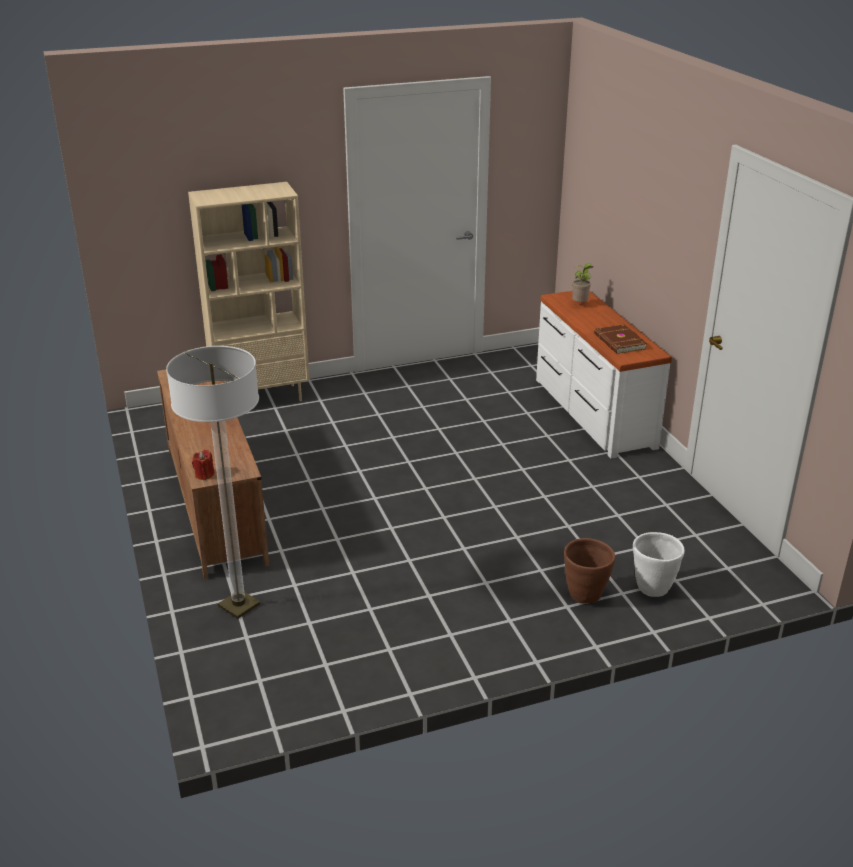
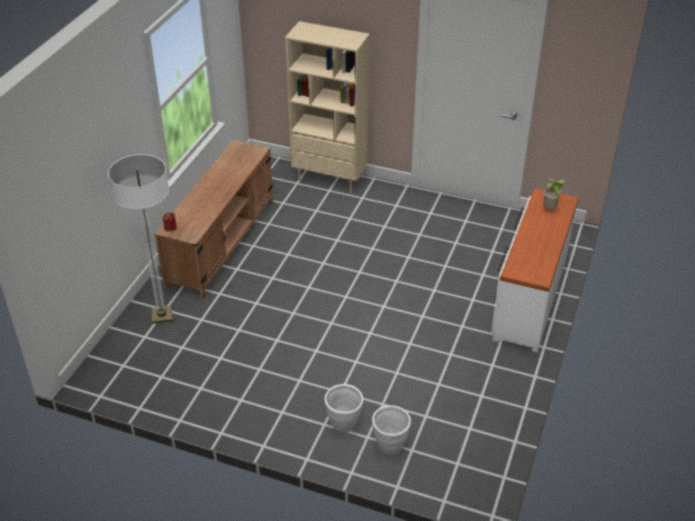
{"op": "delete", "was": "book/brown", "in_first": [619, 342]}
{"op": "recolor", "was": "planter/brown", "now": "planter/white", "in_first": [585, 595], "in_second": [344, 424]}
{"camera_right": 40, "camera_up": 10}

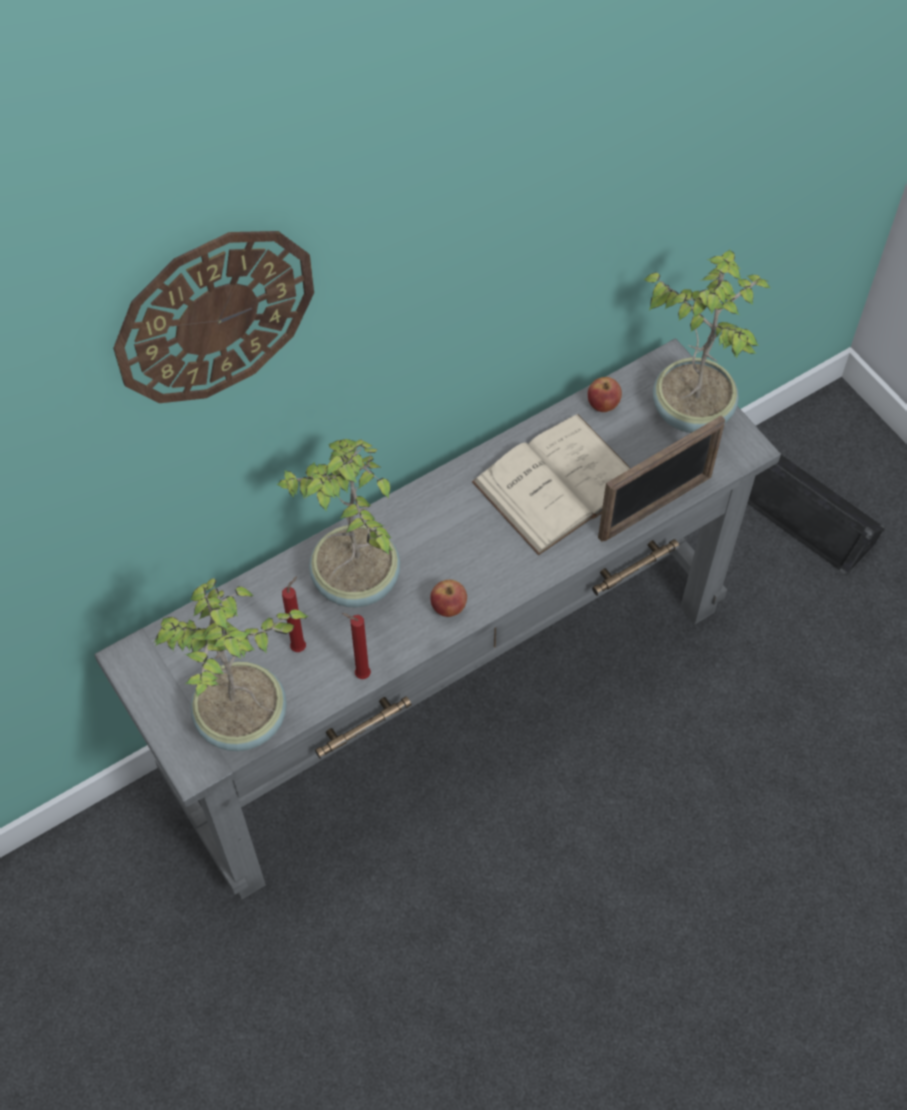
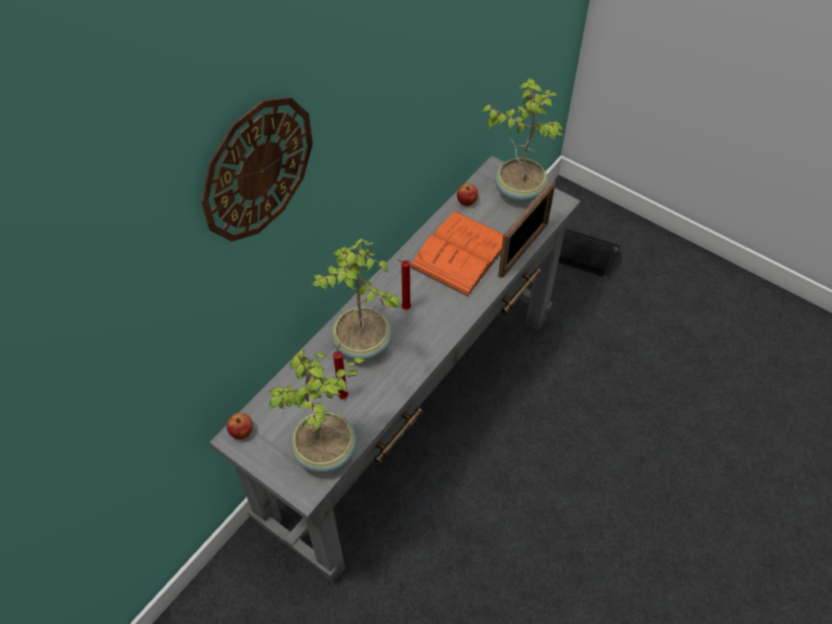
{"op": "move", "was": "candle/red", "in_first": [360, 674], "in_second": [404, 308]}
{"op": "move", "was": "apple", "in_first": [449, 607], "in_second": [242, 432]}
{"op": "recolor", "was": "book/beige", "now": "book/orange", "in_first": [558, 483], "in_second": [461, 252]}
{"camera_right": -20, "camera_up": -5}

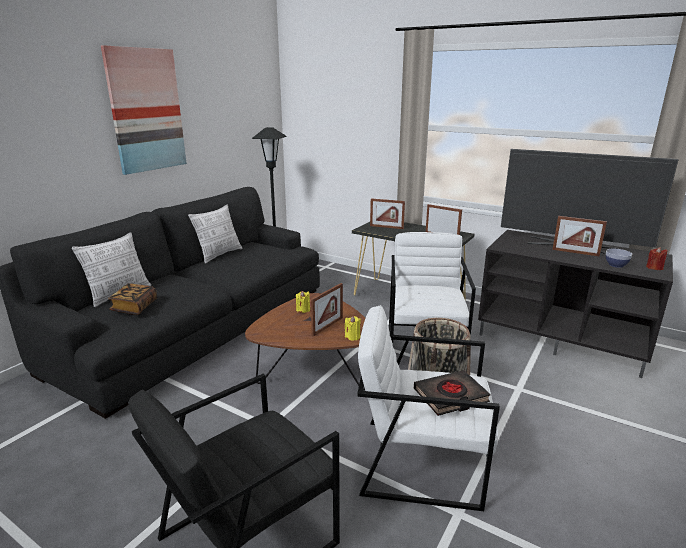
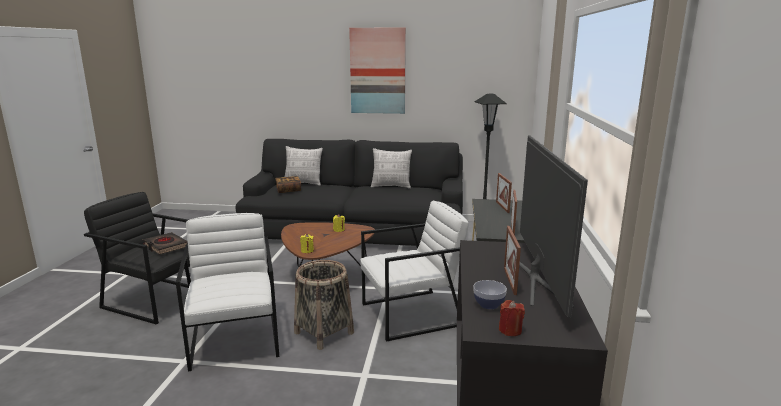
{"op": "delete", "was": "picture frame", "in_first": [327, 326]}
{"op": "move", "was": "book/black", "in_first": [451, 396], "in_second": [166, 246]}
{"camera_right": 65, "camera_up": -5}

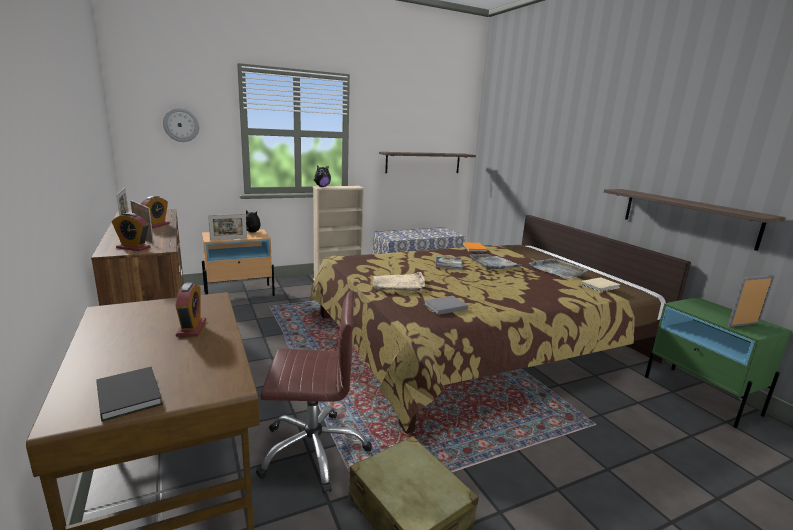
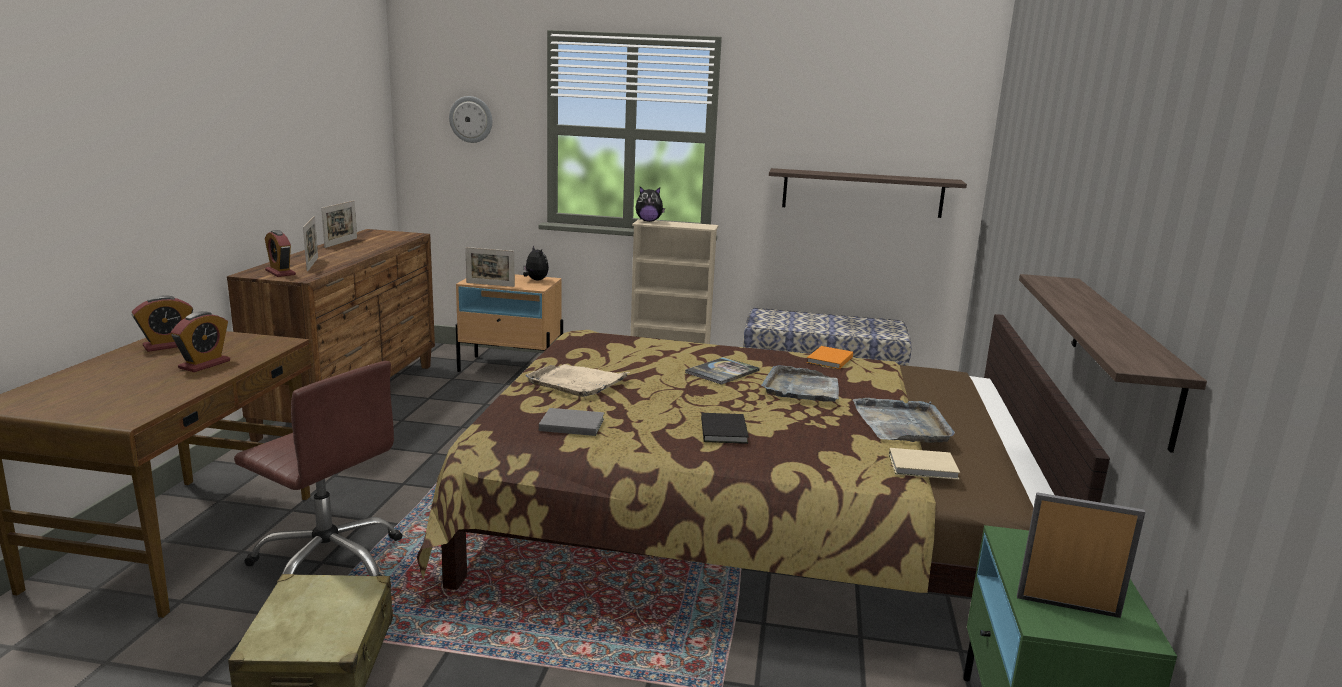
{"op": "move", "was": "book/black", "in_first": [130, 394], "in_second": [724, 430]}
{"op": "move", "was": "alarm clock", "in_first": [156, 225], "in_second": [167, 345]}
{"camera_right": 35, "camera_up": 0}

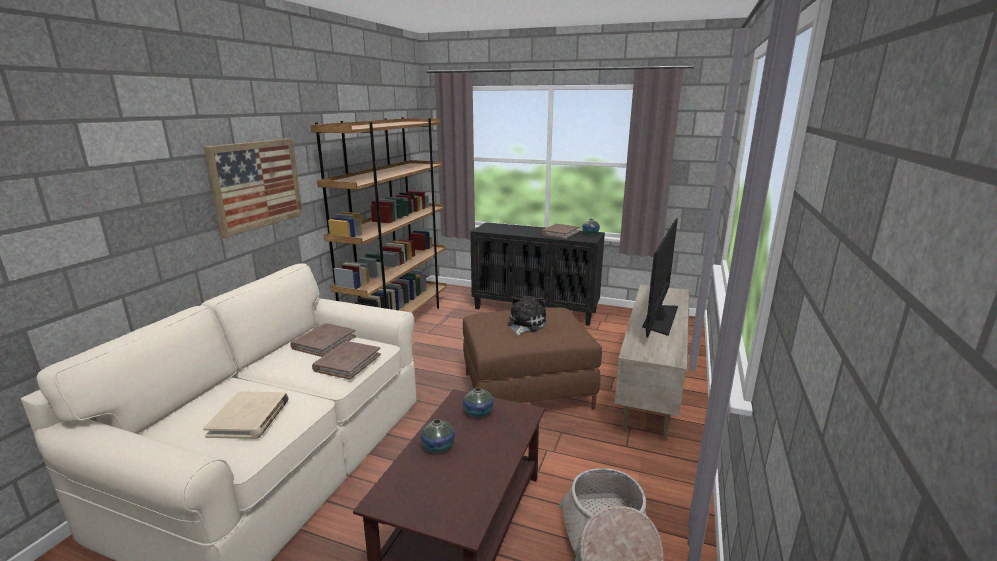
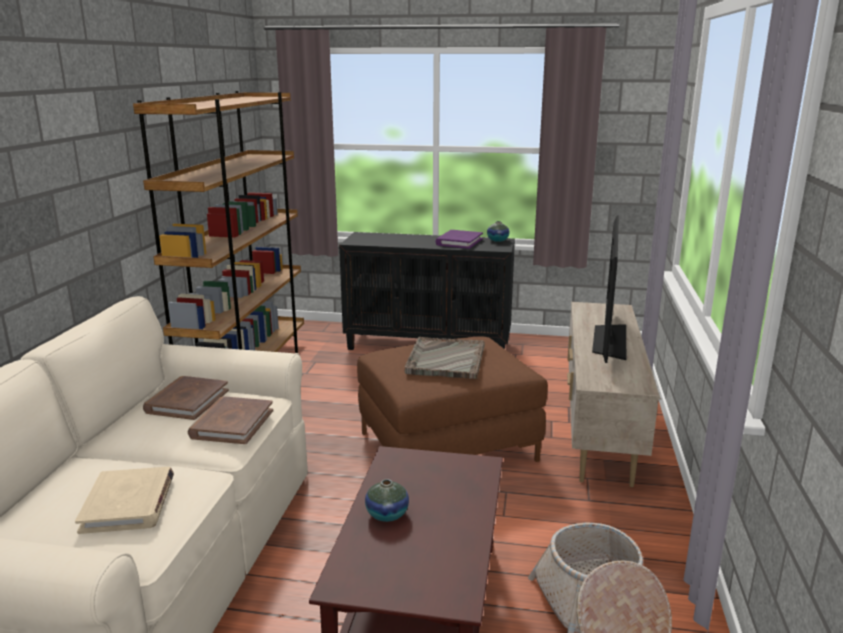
{"op": "delete", "was": "picture", "in_first": [257, 184]}
{"op": "delete", "was": "vase", "in_first": [478, 412]}
{"op": "replace", "was": "plush toy", "now": "tray/grey", "in_first": [525, 324], "in_second": [445, 360]}
{"op": "recolor", "was": "book/brown", "now": "book/purple", "in_first": [560, 233], "in_second": [459, 242]}
{"camera_right": -10, "camera_up": 0}

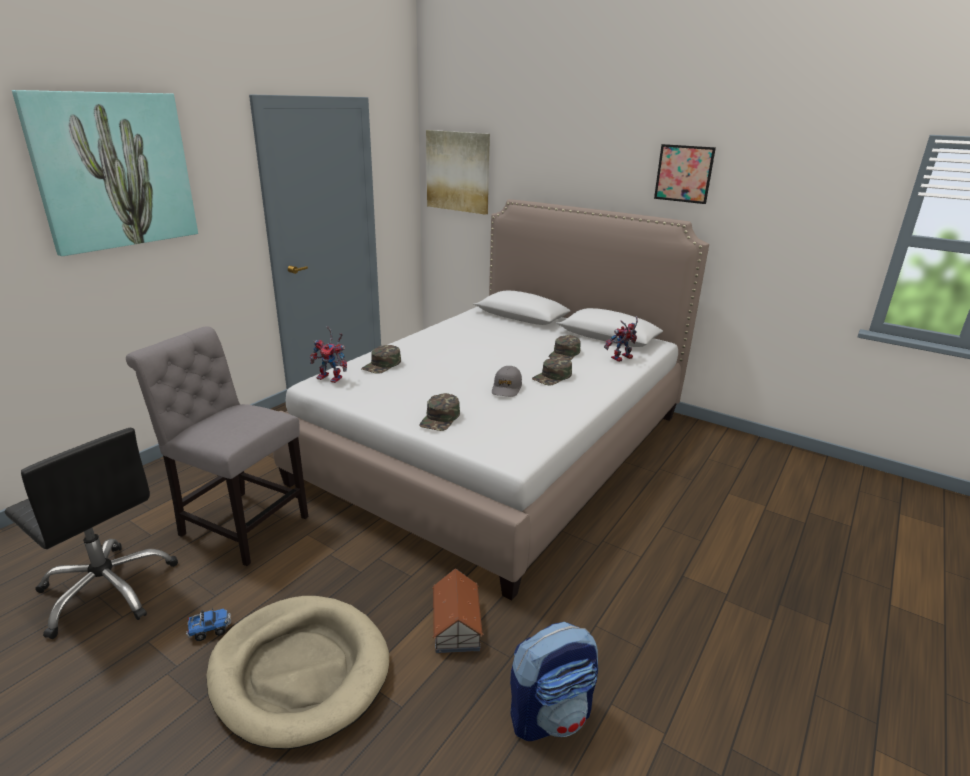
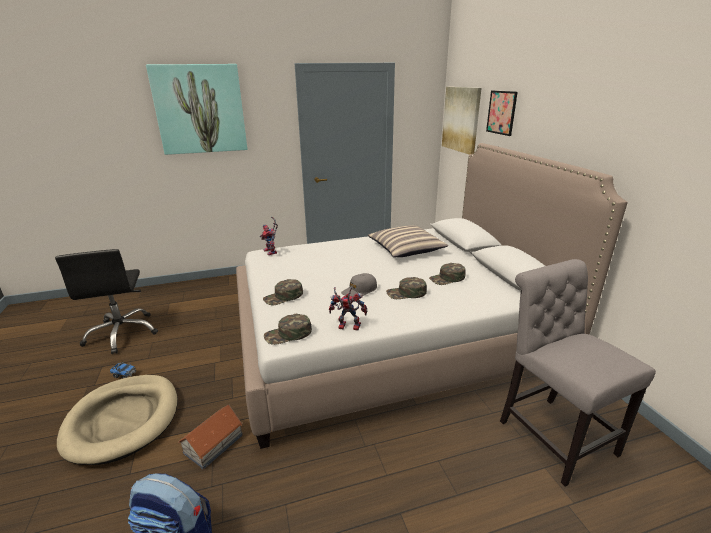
{"op": "insert", "now": "pillow", "in_second": [406, 249]}
{"op": "move", "was": "chair/grey", "in_first": [239, 524], "in_second": [552, 433]}
{"op": "move", "was": "cap/green", "in_first": [382, 365], "in_second": [288, 334]}
{"op": "move", "was": "toy robot", "in_first": [621, 359], "in_second": [347, 327]}
{"op": "move", "was": "picture", "in_first": [684, 173], "in_second": [501, 112]}
{"camera_right": 40, "camera_up": 0}

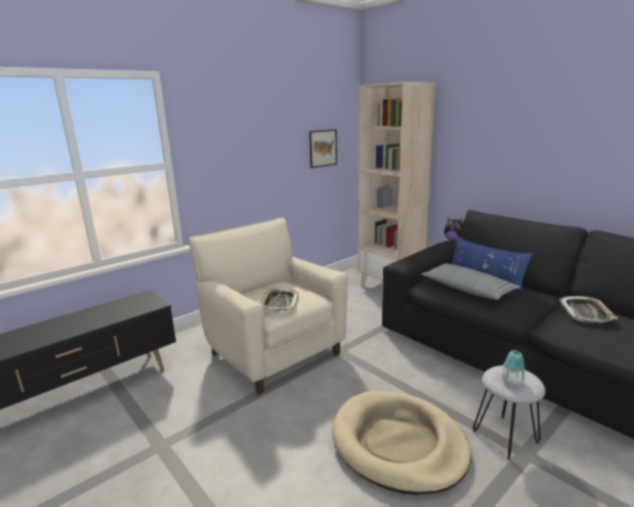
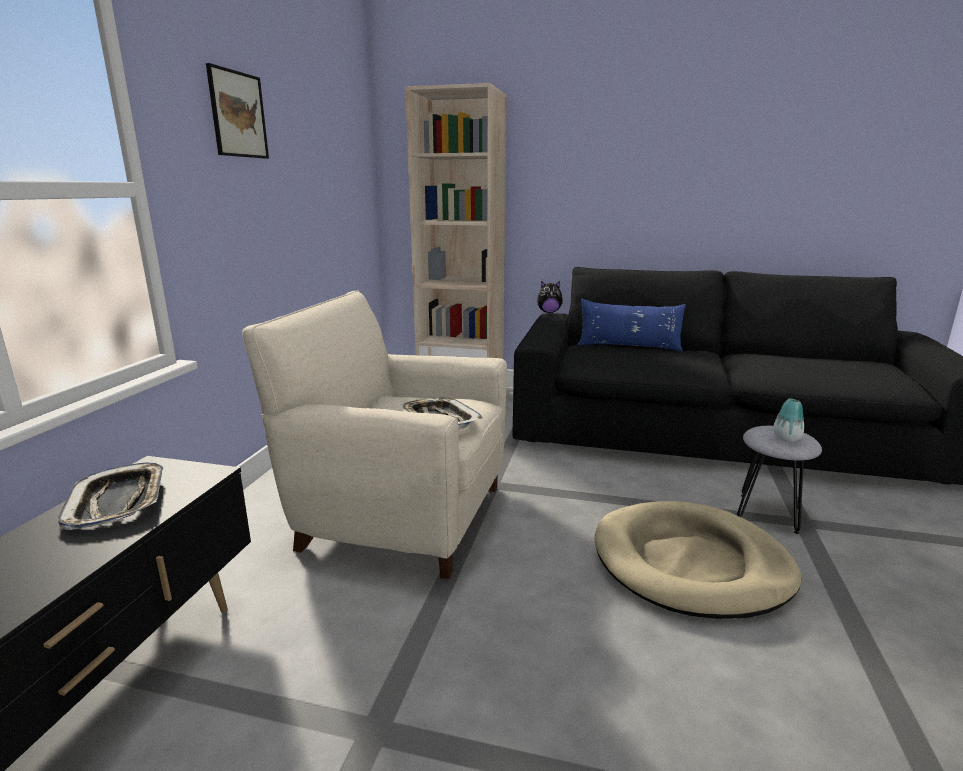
{"op": "delete", "was": "pillow", "in_first": [467, 289]}
{"op": "move", "was": "picture", "in_first": [323, 148], "in_second": [238, 114]}
{"op": "move", "was": "tray", "in_first": [586, 313], "in_second": [118, 502]}
{"camera_right": -35, "camera_up": 0}

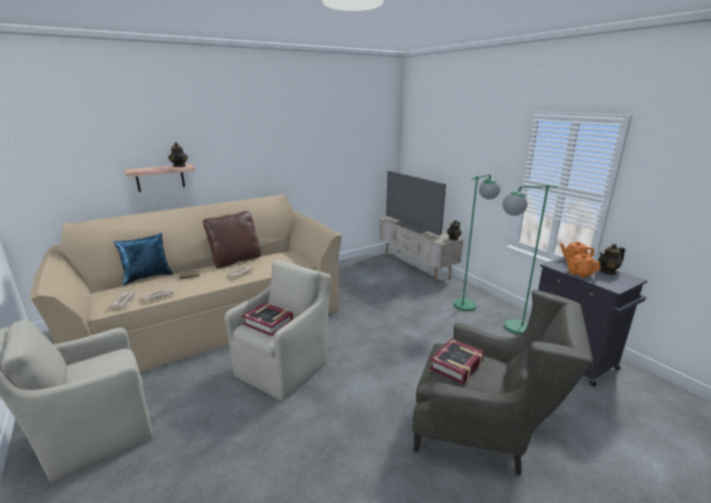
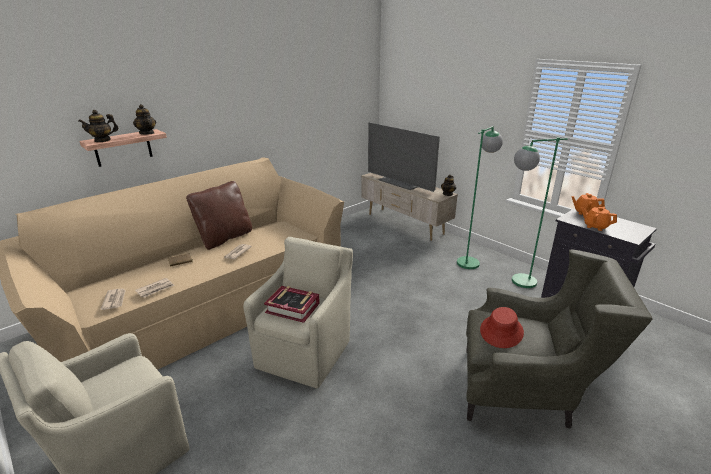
{"op": "delete", "was": "pillow/blue", "in_first": [148, 277]}
{"op": "move", "was": "teapot", "in_first": [607, 271], "in_second": [102, 140]}
{"op": "replace", "was": "book", "now": "hat/red", "in_first": [456, 365], "in_second": [501, 331]}
{"camera_right": -10, "camera_up": 5}

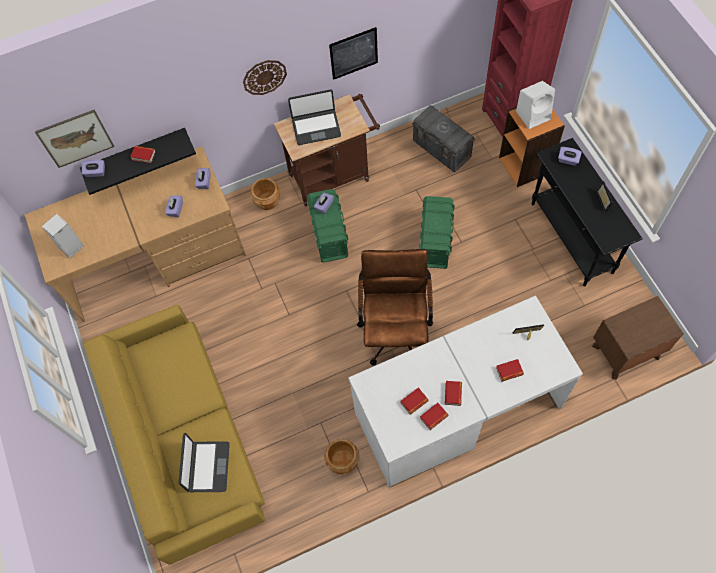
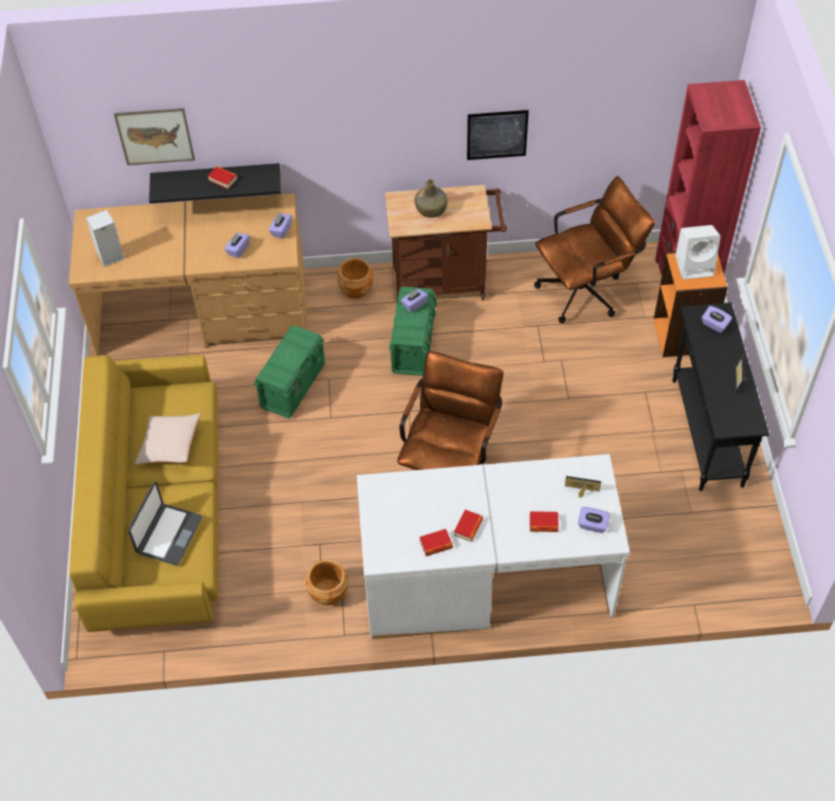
{"op": "delete", "was": "wall clock", "in_first": [264, 77]}
{"op": "delete", "was": "book", "in_first": [414, 402]}
{"op": "delete", "was": "nightstand/brown", "in_first": [625, 351]}
{"op": "insert", "now": "pillow/beige", "in_second": [169, 445]}
{"op": "move", "was": "tissue box/purple", "in_first": [96, 172], "in_second": [592, 525]}
{"op": "move", "was": "storage box/green", "in_first": [435, 241], "in_second": [293, 385]}
{"op": "replace", "was": "laptop", "now": "bottle/green", "in_first": [316, 127], "in_second": [431, 209]}
{"op": "replace", "was": "storage box/grey", "now": "office chair/brown", "in_first": [441, 149], "in_second": [587, 290]}
{"camera_right": 15, "camera_up": -10}

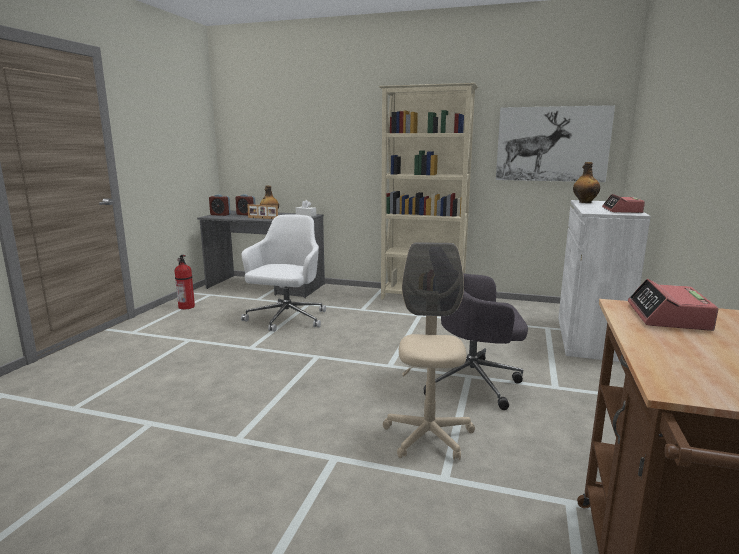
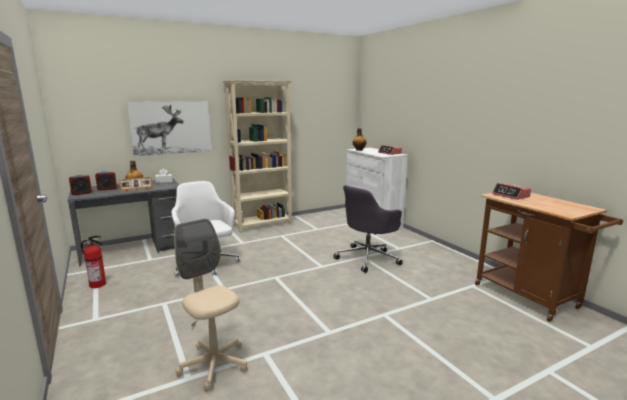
{"op": "move", "was": "office chair/beige", "in_first": [428, 436], "in_second": [214, 365]}
{"op": "move", "was": "picture", "in_first": [552, 144], "in_second": [171, 128]}
{"camera_right": -45, "camera_up": 0}

